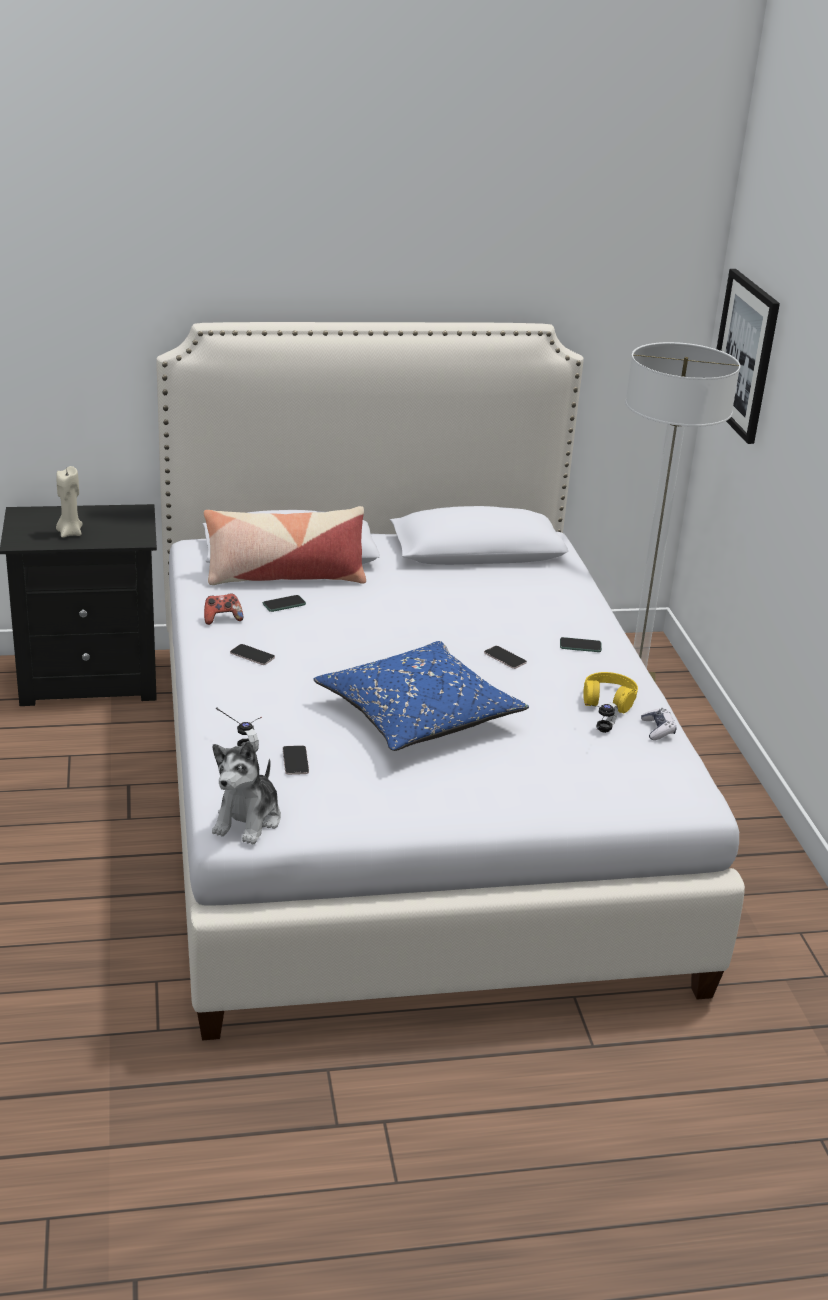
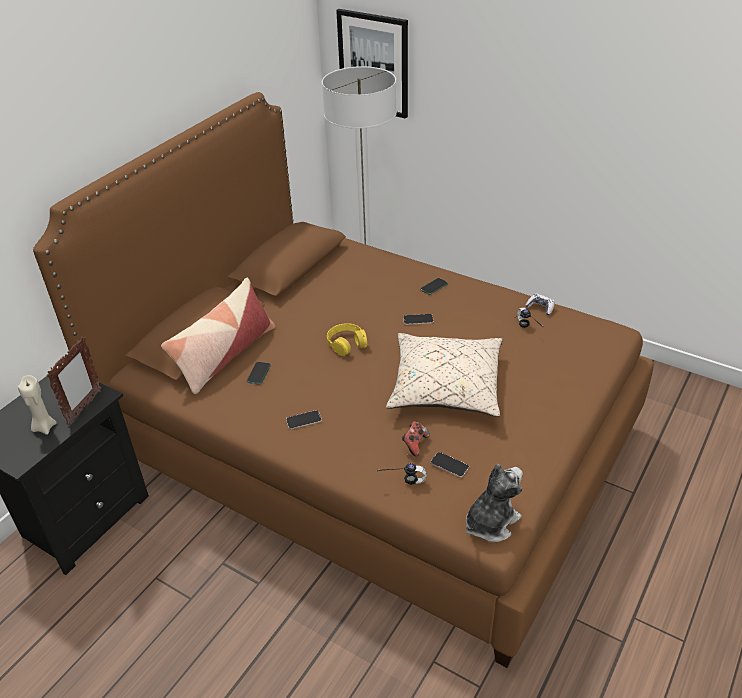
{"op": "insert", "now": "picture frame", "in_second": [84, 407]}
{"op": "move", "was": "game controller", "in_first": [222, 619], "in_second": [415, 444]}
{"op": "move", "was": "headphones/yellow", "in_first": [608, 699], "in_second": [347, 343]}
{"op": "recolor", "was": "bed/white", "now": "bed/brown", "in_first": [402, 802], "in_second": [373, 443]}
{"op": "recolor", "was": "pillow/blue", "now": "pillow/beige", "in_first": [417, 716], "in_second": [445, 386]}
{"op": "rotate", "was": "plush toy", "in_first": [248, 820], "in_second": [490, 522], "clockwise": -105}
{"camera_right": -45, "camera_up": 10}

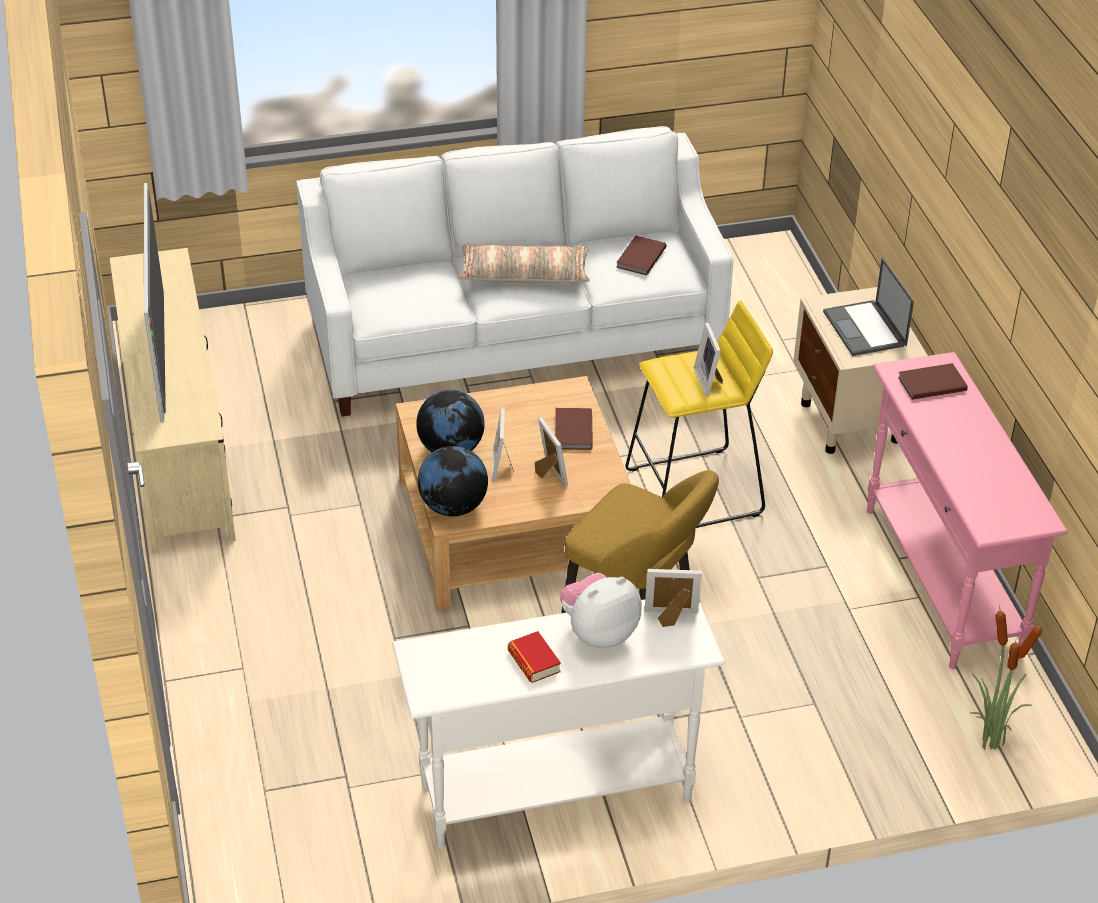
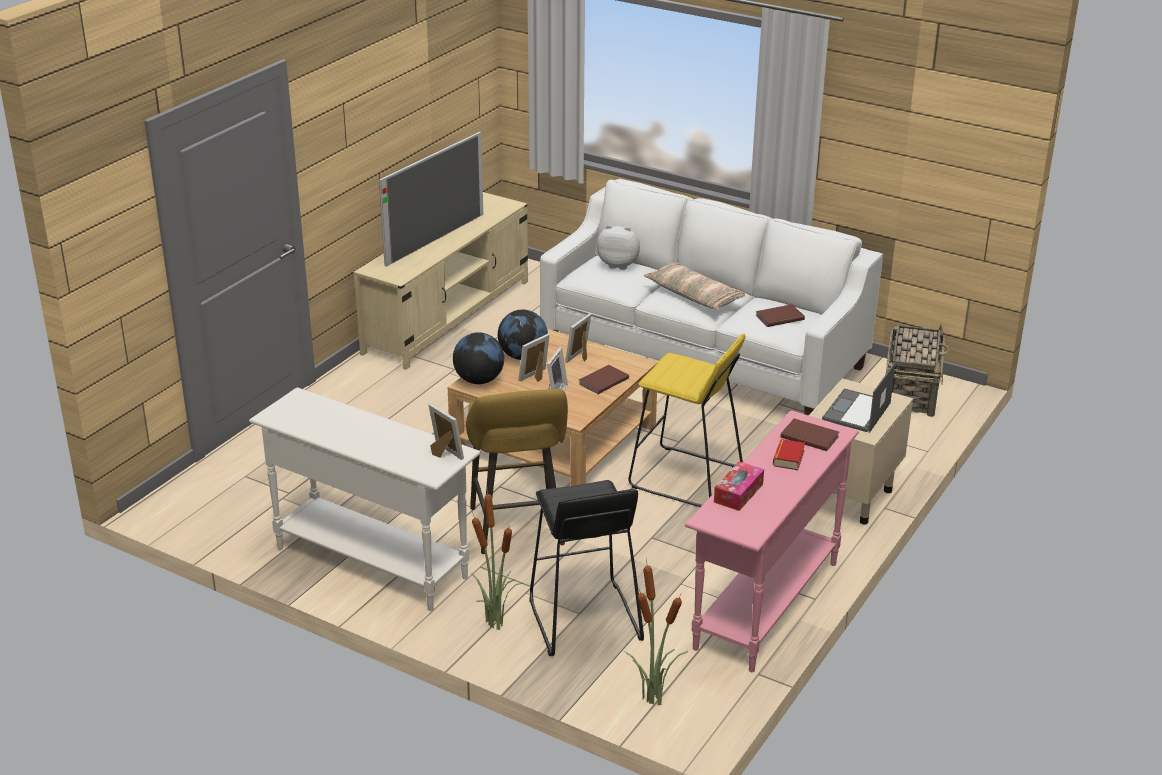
{"op": "insert", "now": "potted plant", "in_second": [496, 622]}
{"op": "insert", "now": "stool/black", "in_second": [583, 620]}
{"op": "insert", "now": "tissue box", "in_second": [738, 493]}
{"op": "insert", "now": "basket", "in_second": [911, 392]}
{"op": "move", "was": "book", "in_first": [534, 661], "in_second": [788, 458]}
{"op": "move", "was": "plush toy", "in_first": [599, 633], "in_second": [619, 264]}
{"op": "move", "was": "picture frame", "in_first": [709, 381], "in_second": [581, 357]}
{"camera_right": 45, "camera_up": -10}

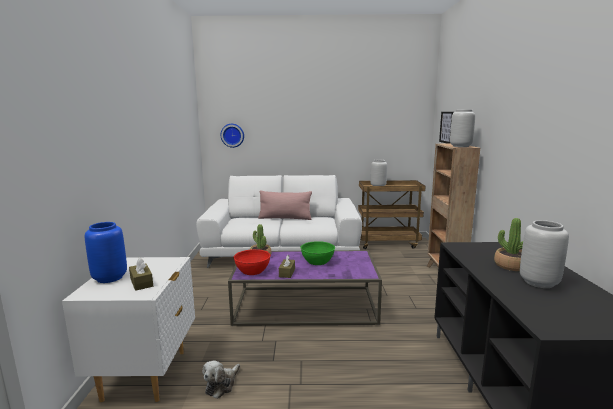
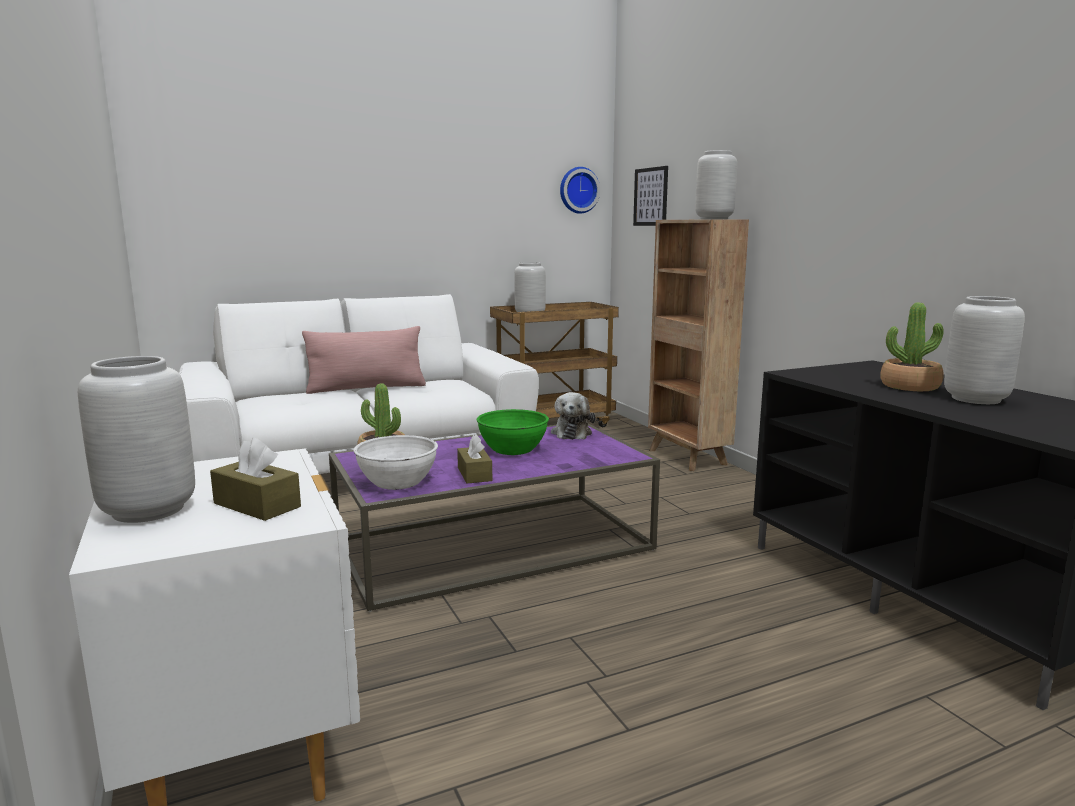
{"op": "move", "was": "plush toy", "in_first": [221, 385], "in_second": [571, 433]}
{"op": "move", "was": "wall clock", "in_first": [232, 135], "in_second": [578, 190]}
{"op": "recolor", "was": "vase/blue", "now": "vase/grey", "in_first": [110, 278], "in_second": [150, 510]}
{"op": "recolor", "was": "bowl/red", "now": "bowl/white", "in_first": [252, 271], "in_second": [397, 482]}
{"camera_right": -25, "camera_up": 0}

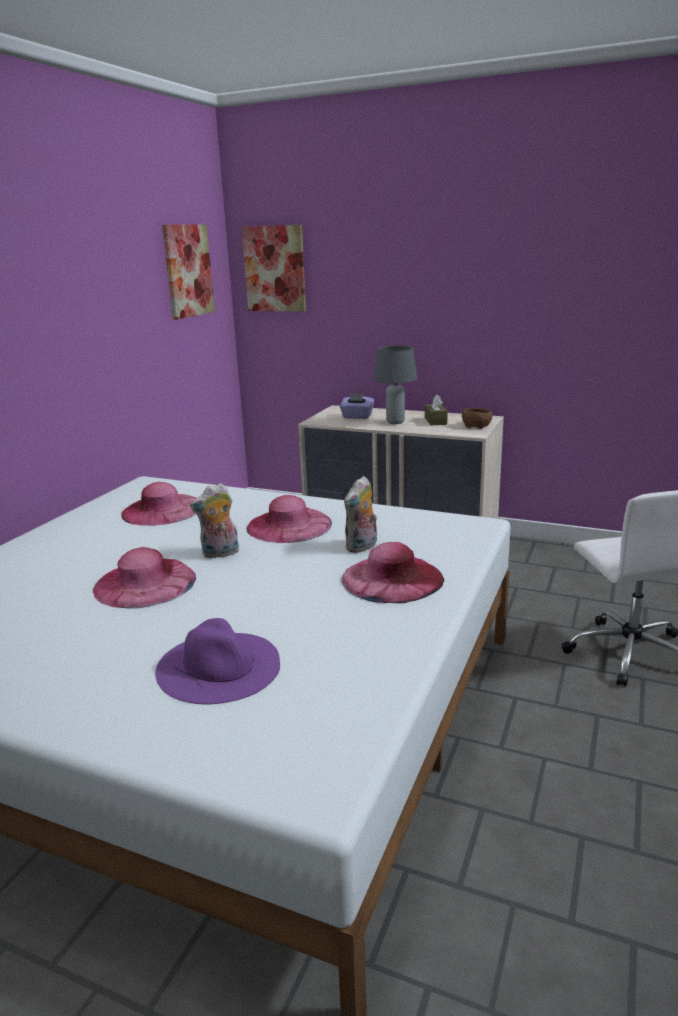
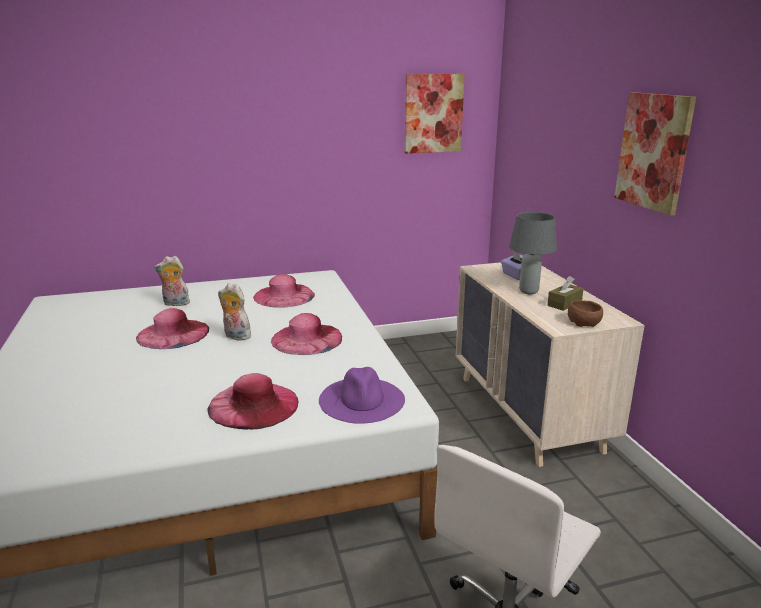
{"op": "move", "was": "hat/purple", "in_first": [219, 666], "in_second": [362, 399]}
{"op": "move", "was": "picture", "in_first": [275, 269], "in_second": [654, 151]}
{"op": "move", "was": "plush toy", "in_first": [362, 547], "in_second": [175, 304]}
{"camera_right": 50, "camera_up": 0}

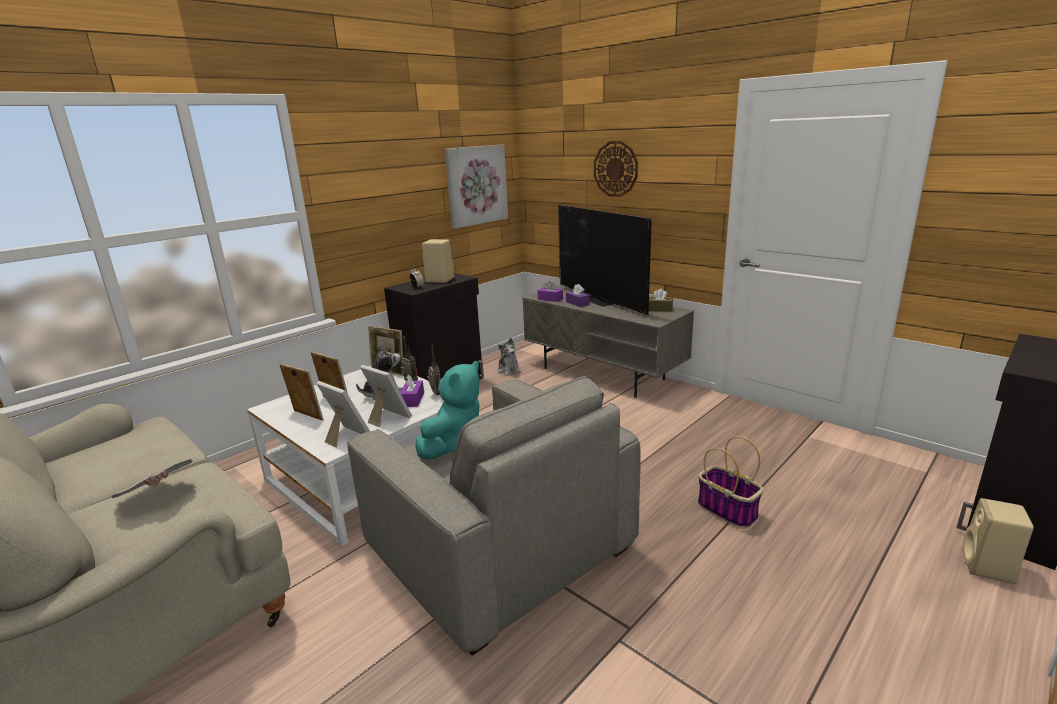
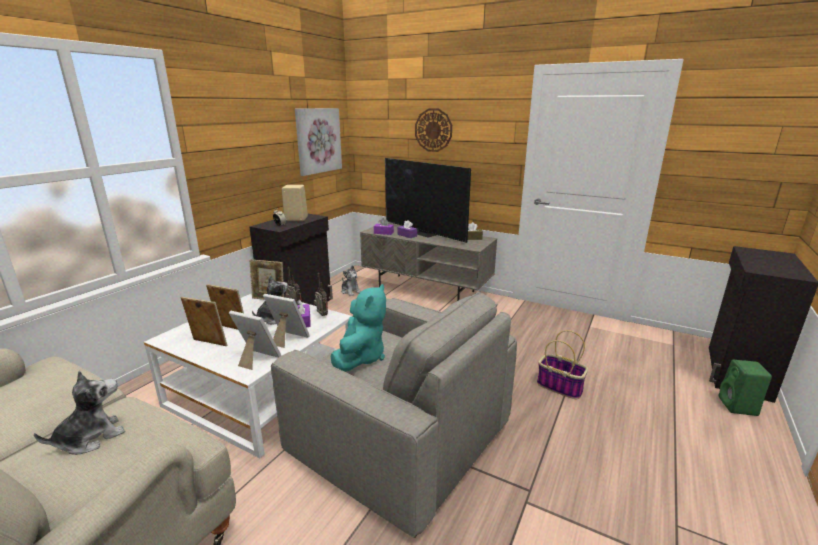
{"op": "replace", "was": "newspaper", "now": "plush toy", "in_first": [158, 496], "in_second": [91, 438]}
{"op": "recolor", "was": "speaker/beige", "now": "speaker/green", "in_first": [988, 568], "in_second": [738, 407]}
{"camera_right": -15, "camera_up": 0}

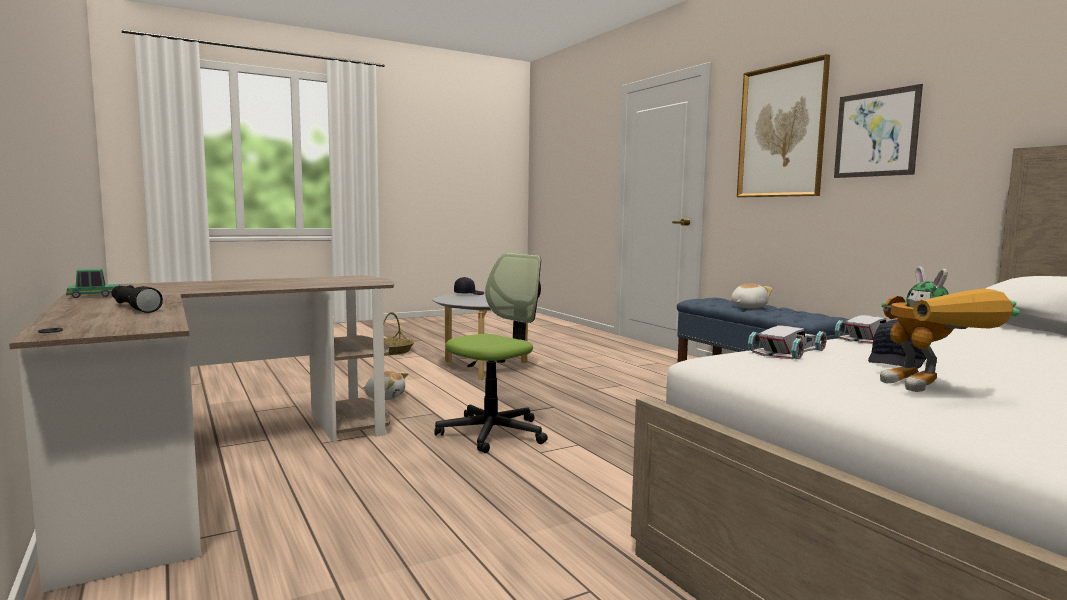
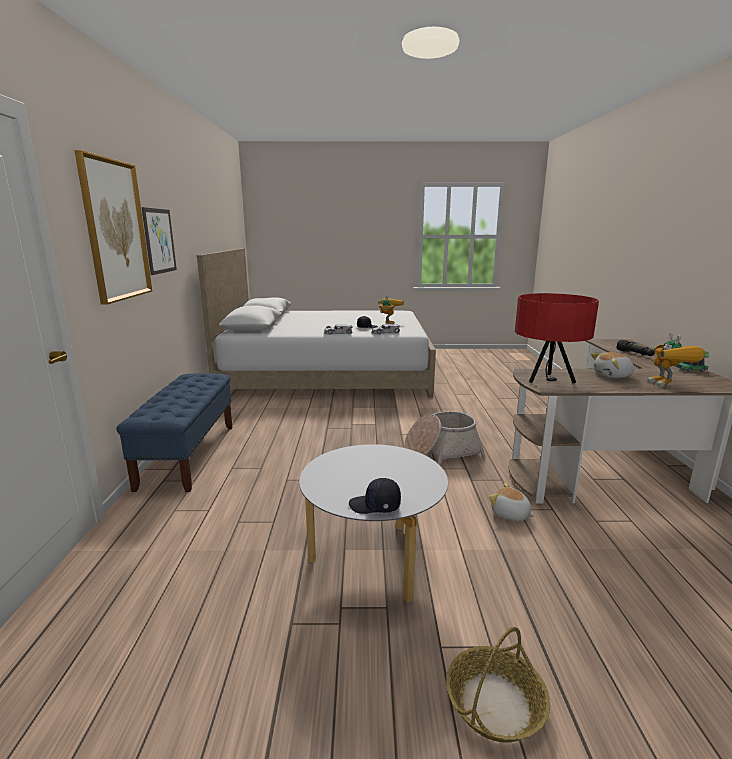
{"op": "insert", "now": "table lamp/red", "in_second": [547, 381]}
{"op": "insert", "now": "toy robot", "in_second": [669, 386]}
{"op": "move", "was": "plush toy", "in_first": [747, 307], "in_second": [613, 376]}
{"op": "replace", "was": "office chair", "now": "basket", "in_first": [493, 433], "in_second": [441, 451]}
{"camera_right": -150, "camera_up": 10}

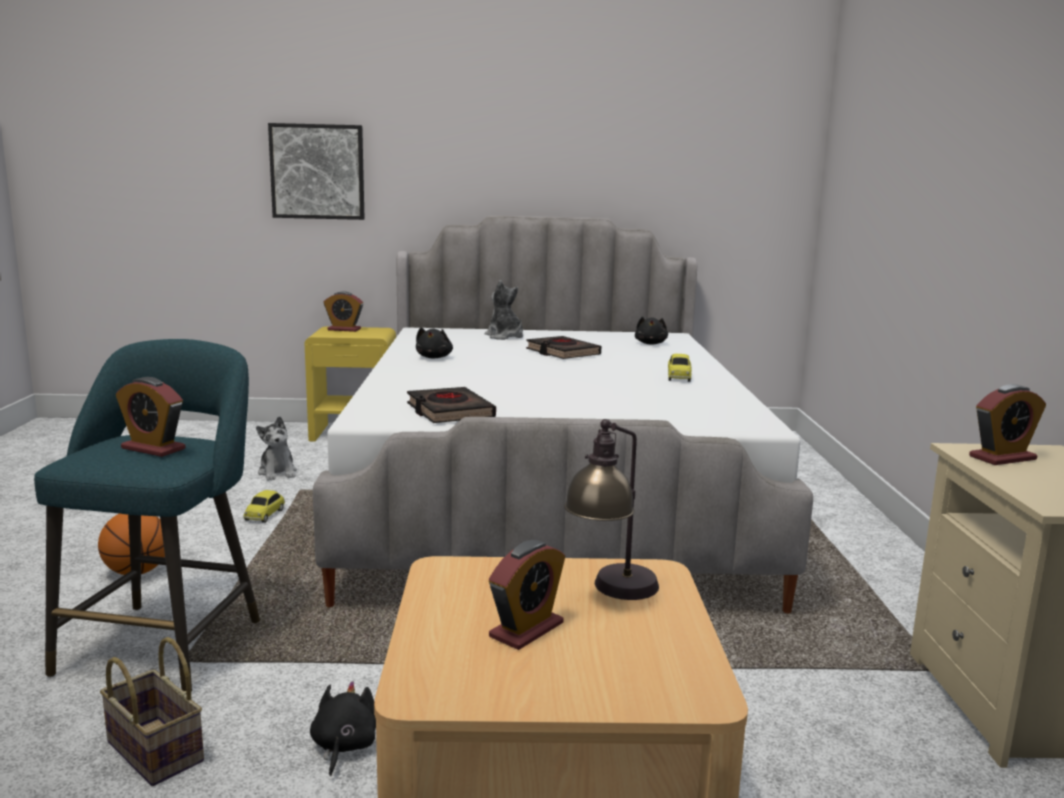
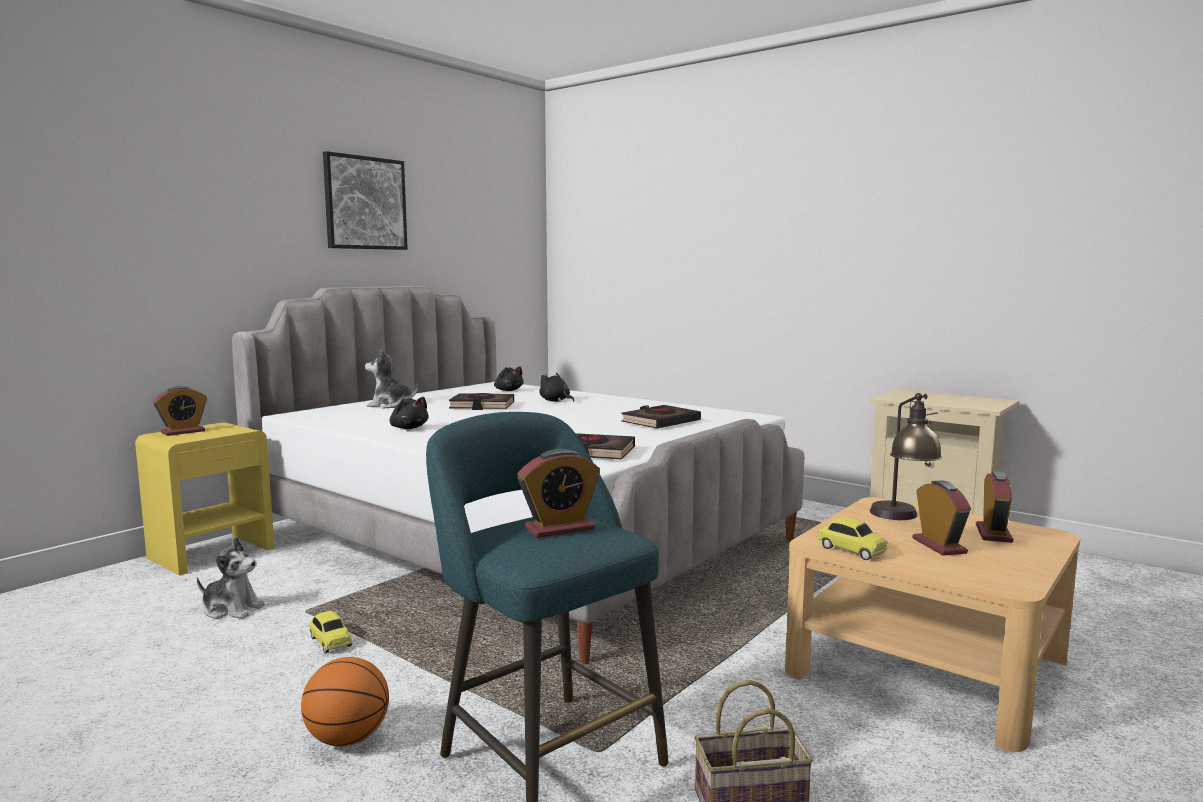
{"op": "insert", "now": "book/black", "in_second": [660, 422]}
{"op": "move", "was": "picture", "in_first": [317, 172], "in_second": [365, 203]}
{"op": "move", "was": "plush toy/black", "in_first": [343, 746], "in_second": [556, 401]}
{"op": "move", "was": "toy car", "in_first": [679, 377], "in_second": [850, 550]}
{"op": "move", "was": "alarm clock", "in_first": [1002, 458], "in_second": [993, 534]}
{"camera_right": -50, "camera_up": -5}

